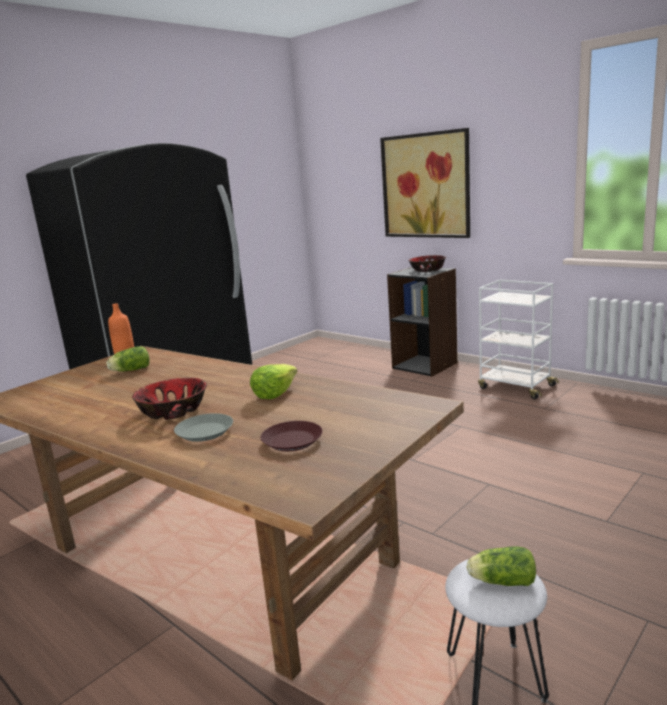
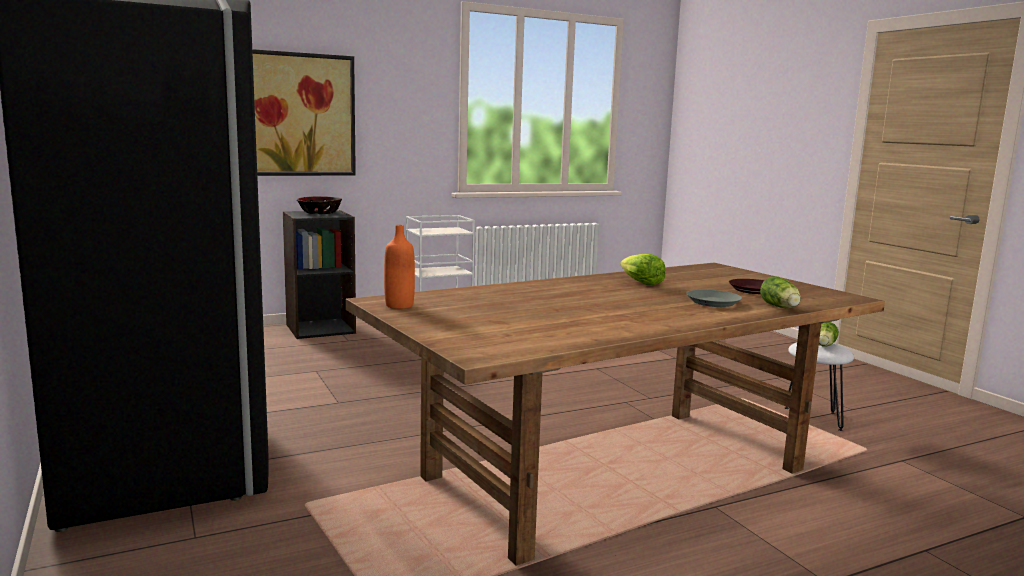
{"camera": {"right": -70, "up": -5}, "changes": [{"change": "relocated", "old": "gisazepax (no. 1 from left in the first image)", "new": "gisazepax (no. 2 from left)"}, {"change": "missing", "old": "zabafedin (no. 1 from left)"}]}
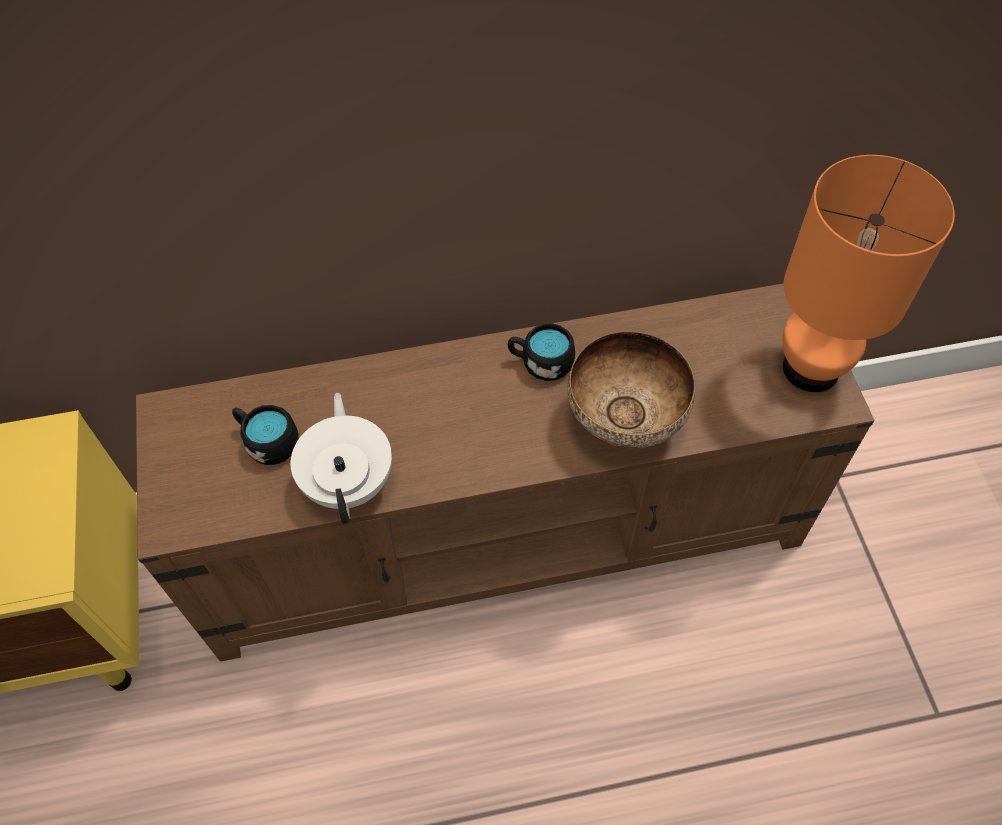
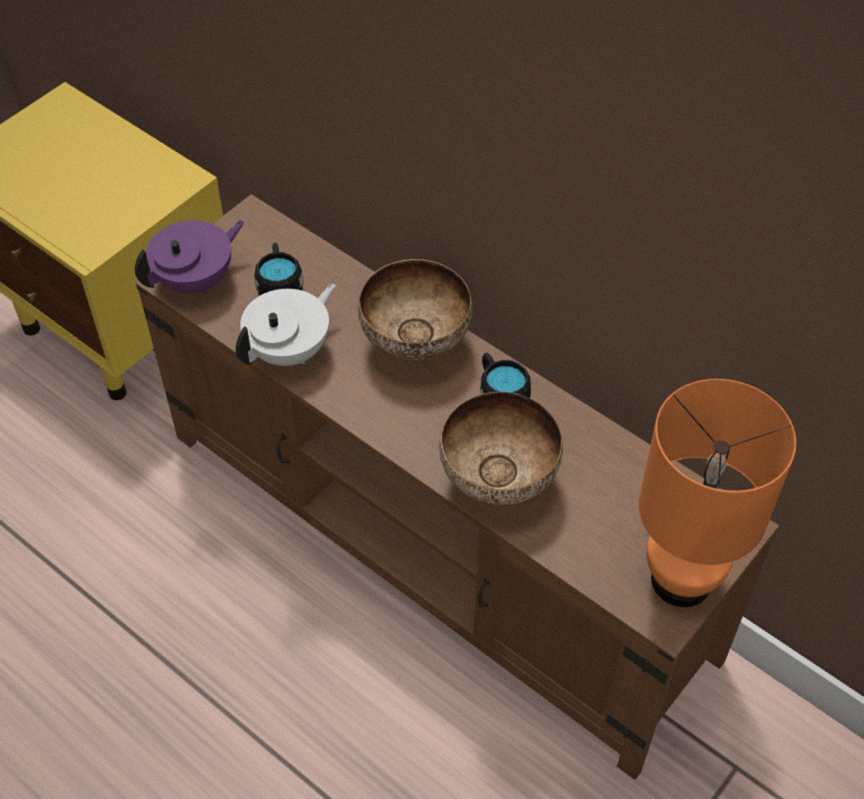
{"camera": {"right": 50, "up": -5}, "changes": [{"change": "appeared", "new": "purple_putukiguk"}, {"change": "appeared", "new": "zabafedin (no. 1 from left)"}]}
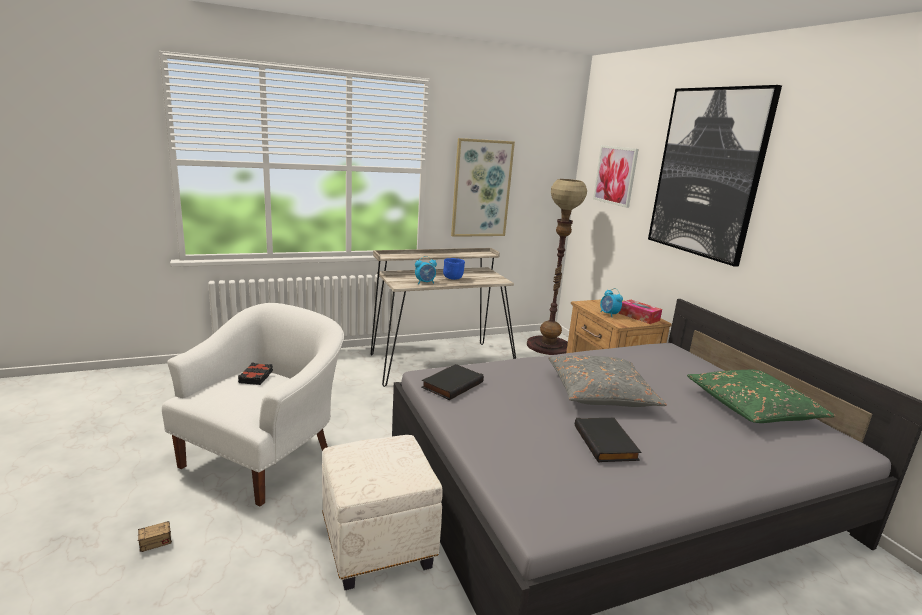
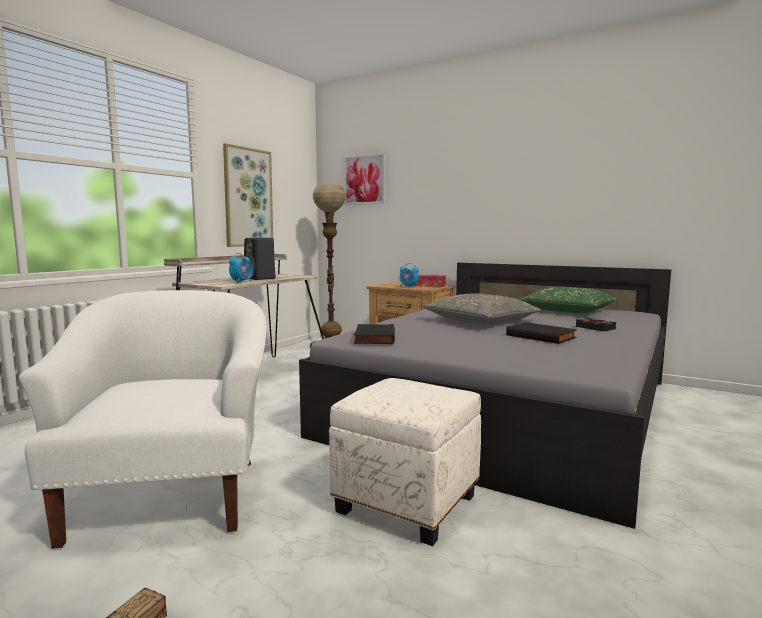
{"camera": {"right": -35, "up": -10}, "changes": [{"change": "exchanged", "old": "blue_zabafedin", "new": "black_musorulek"}, {"change": "relocated", "old": "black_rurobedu (no. 1 from left in the first image)", "new": "black_rurobedu (no. 3 from left)"}, {"change": "missing", "old": "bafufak (no. 3 from left)"}]}
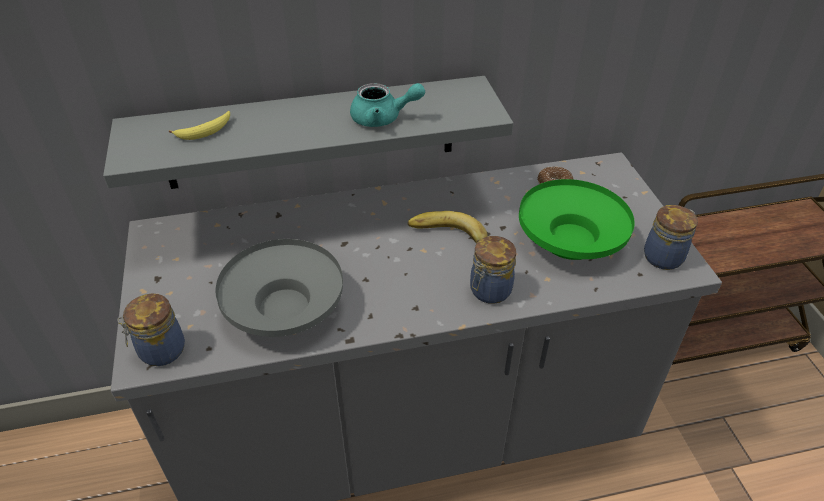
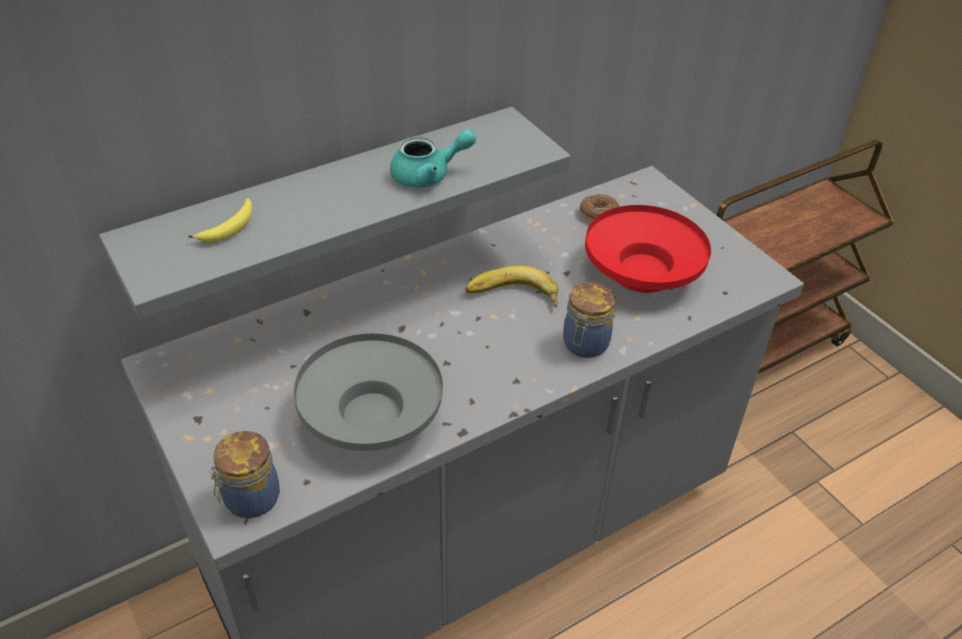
{"camera": {"right": -20, "up": 0}, "changes": [{"change": "colour", "old": "green_zabafedin", "new": "red_zabafedin"}, {"change": "missing", "old": "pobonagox (no. 3 from left)"}]}
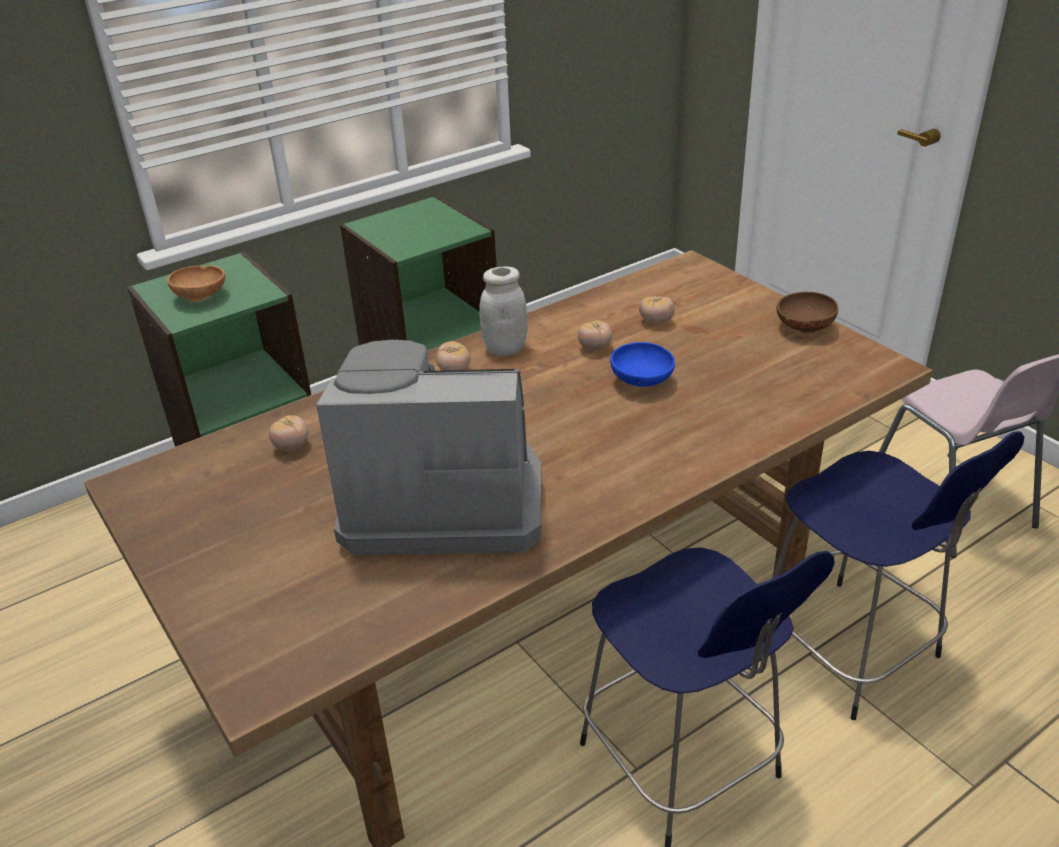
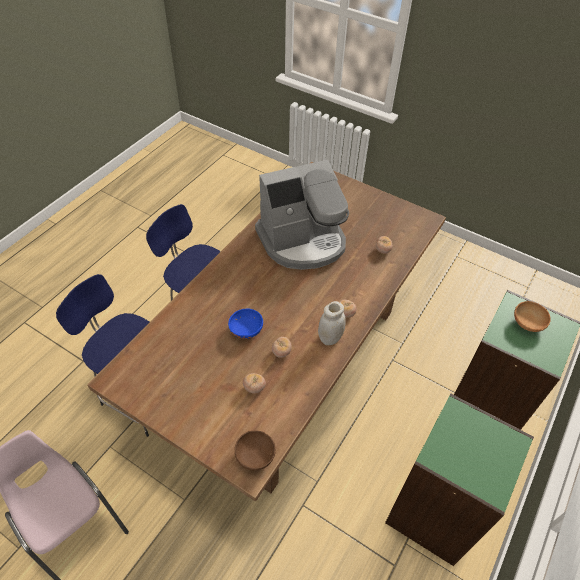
{"camera": {"right": 155, "up": 15}, "changes": [{"change": "relocated", "old": "brown_zabafedin (no. 2 from left in the first image)", "new": "brown_zabafedin (no. 1 from left)"}]}
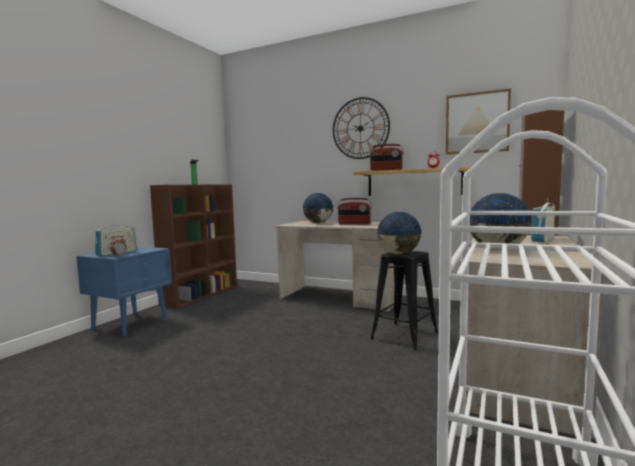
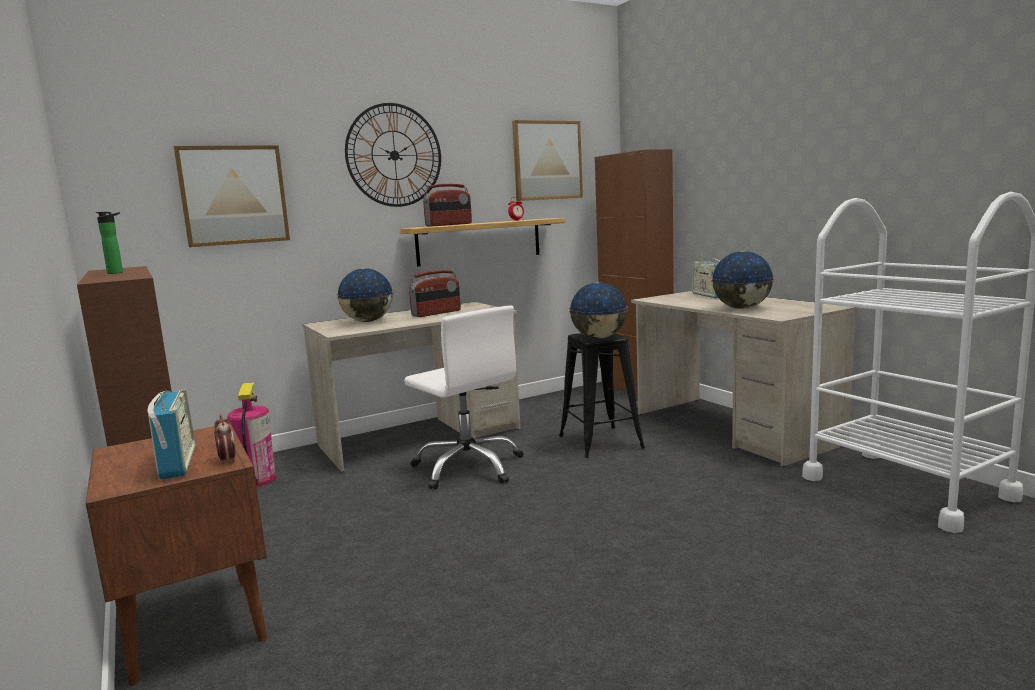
{"camera": {"right": -55, "up": 5}, "changes": [{"change": "colour", "old": "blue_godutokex", "new": "brown_godutokex"}, {"change": "appeared", "new": "bafufak (no. 1 from left)"}, {"change": "appeared", "new": "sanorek"}, {"change": "appeared", "new": "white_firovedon"}]}
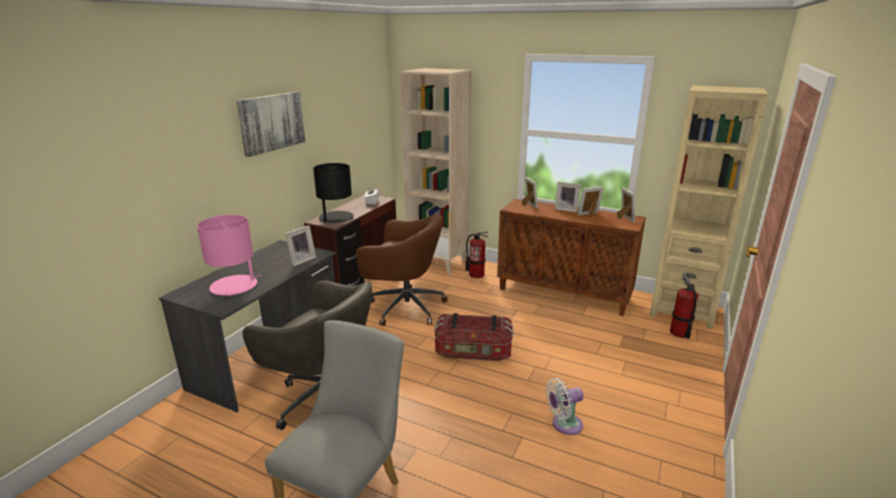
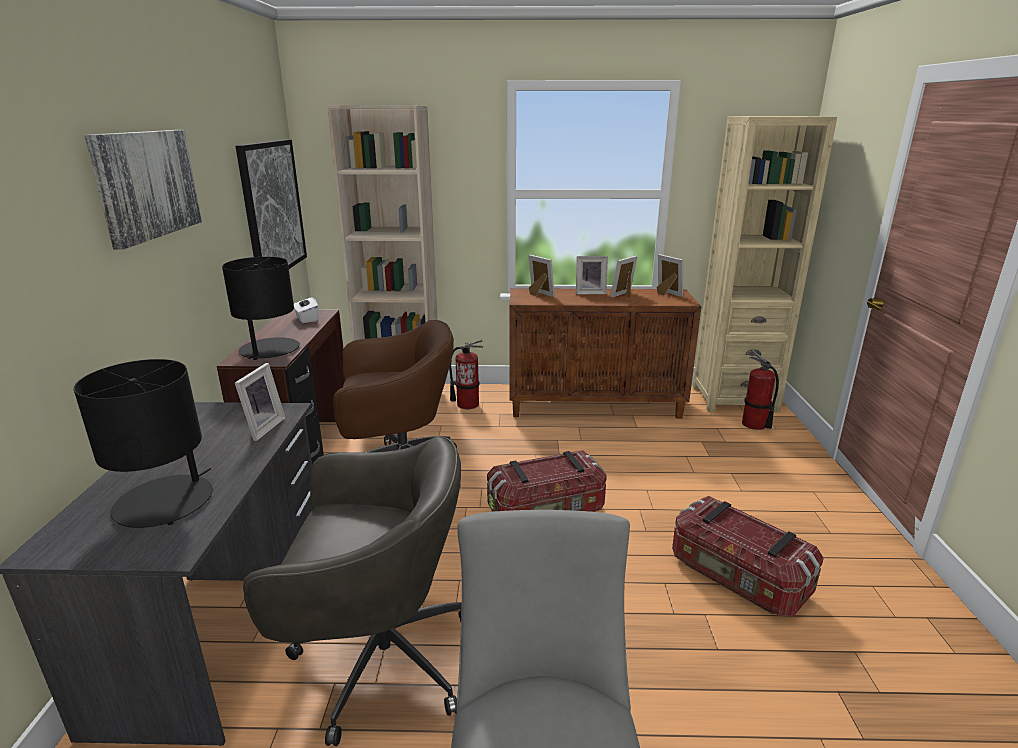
{"camera": {"right": -25, "up": 0}, "changes": [{"change": "colour", "old": "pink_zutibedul", "new": "black_zutibedul (no. 1 from left)"}, {"change": "appeared", "new": "bafufak (no. 2 from left)"}, {"change": "exchanged", "old": "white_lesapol", "new": "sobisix (no. 2 from left)"}]}
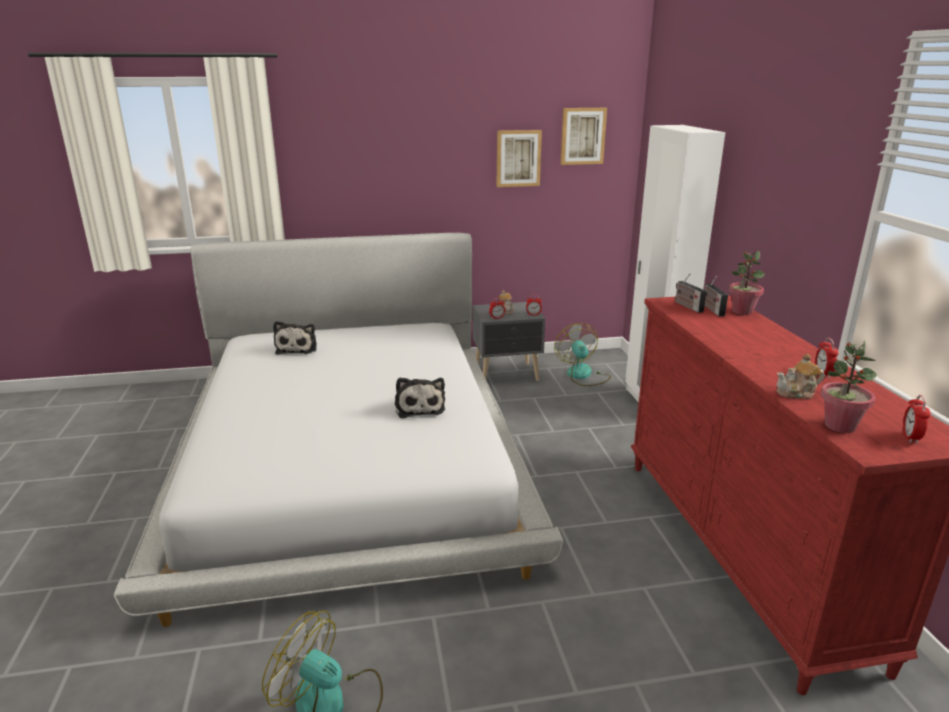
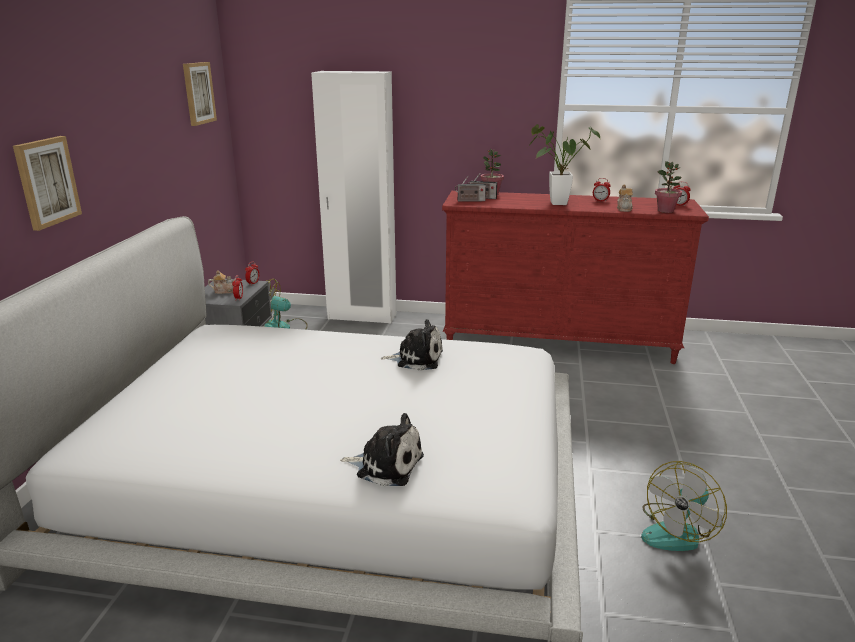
{"camera": {"right": -70, "up": 0}, "changes": [{"change": "relocated", "old": "bafufak (no. 1 from left)"}, {"change": "relocated", "old": "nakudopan (no. 1 from left)"}, {"change": "appeared", "new": "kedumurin (no. 2 from left)"}]}
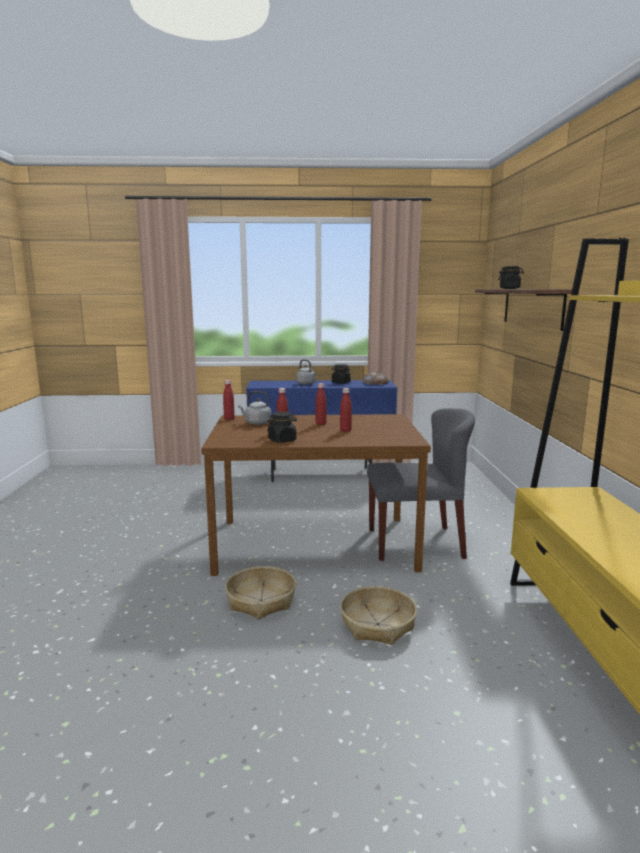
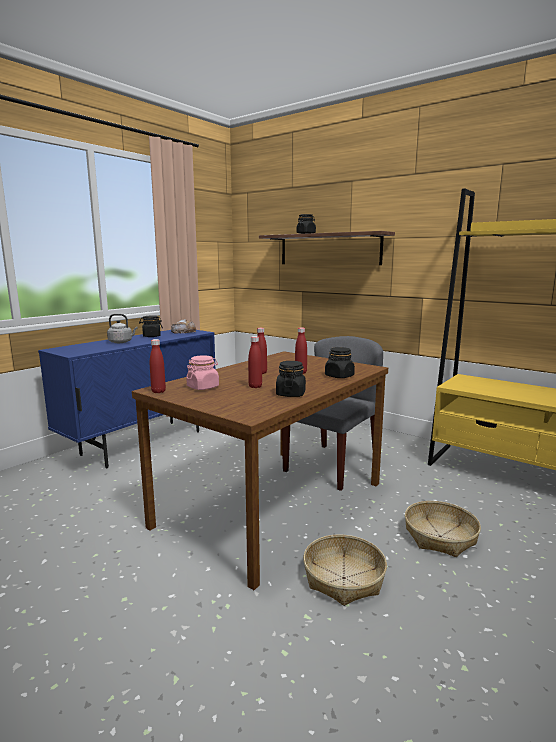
{"camera": {"right": -50, "up": 0}, "changes": [{"change": "exchanged", "old": "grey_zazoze (no. 1 from left)", "new": "pink_pobonagox"}, {"change": "appeared", "new": "black_pobonagox (no. 4 from left)"}]}
